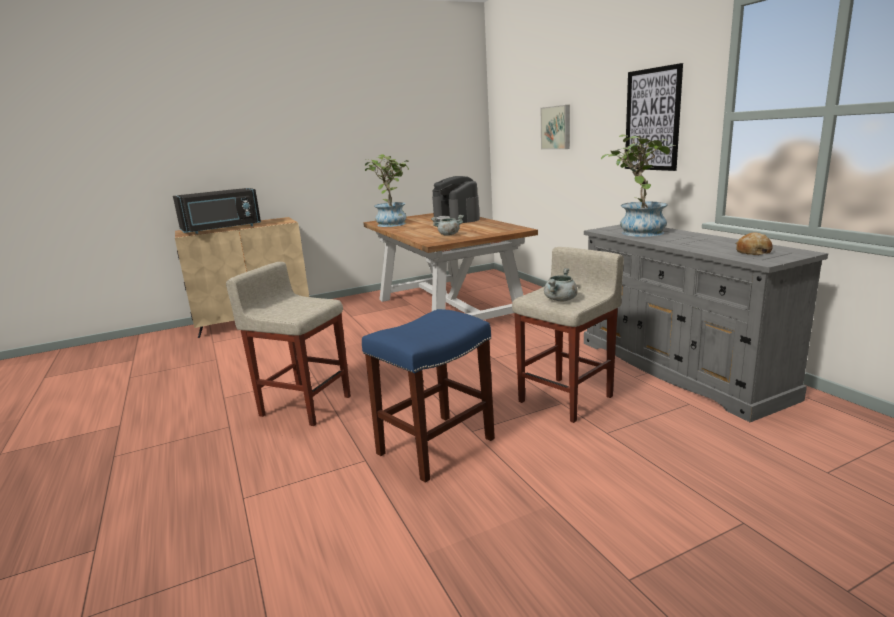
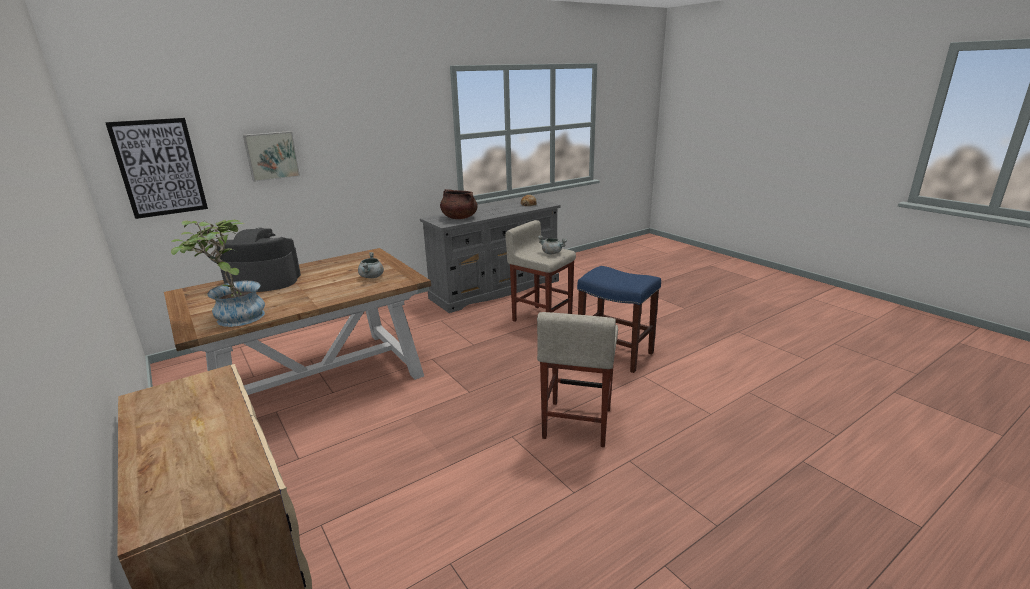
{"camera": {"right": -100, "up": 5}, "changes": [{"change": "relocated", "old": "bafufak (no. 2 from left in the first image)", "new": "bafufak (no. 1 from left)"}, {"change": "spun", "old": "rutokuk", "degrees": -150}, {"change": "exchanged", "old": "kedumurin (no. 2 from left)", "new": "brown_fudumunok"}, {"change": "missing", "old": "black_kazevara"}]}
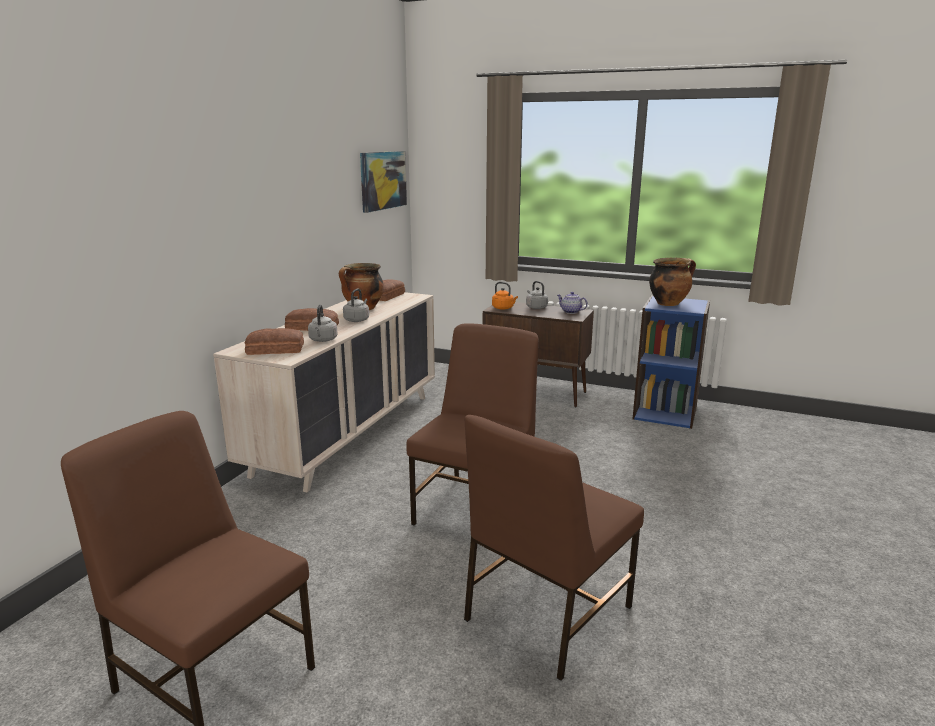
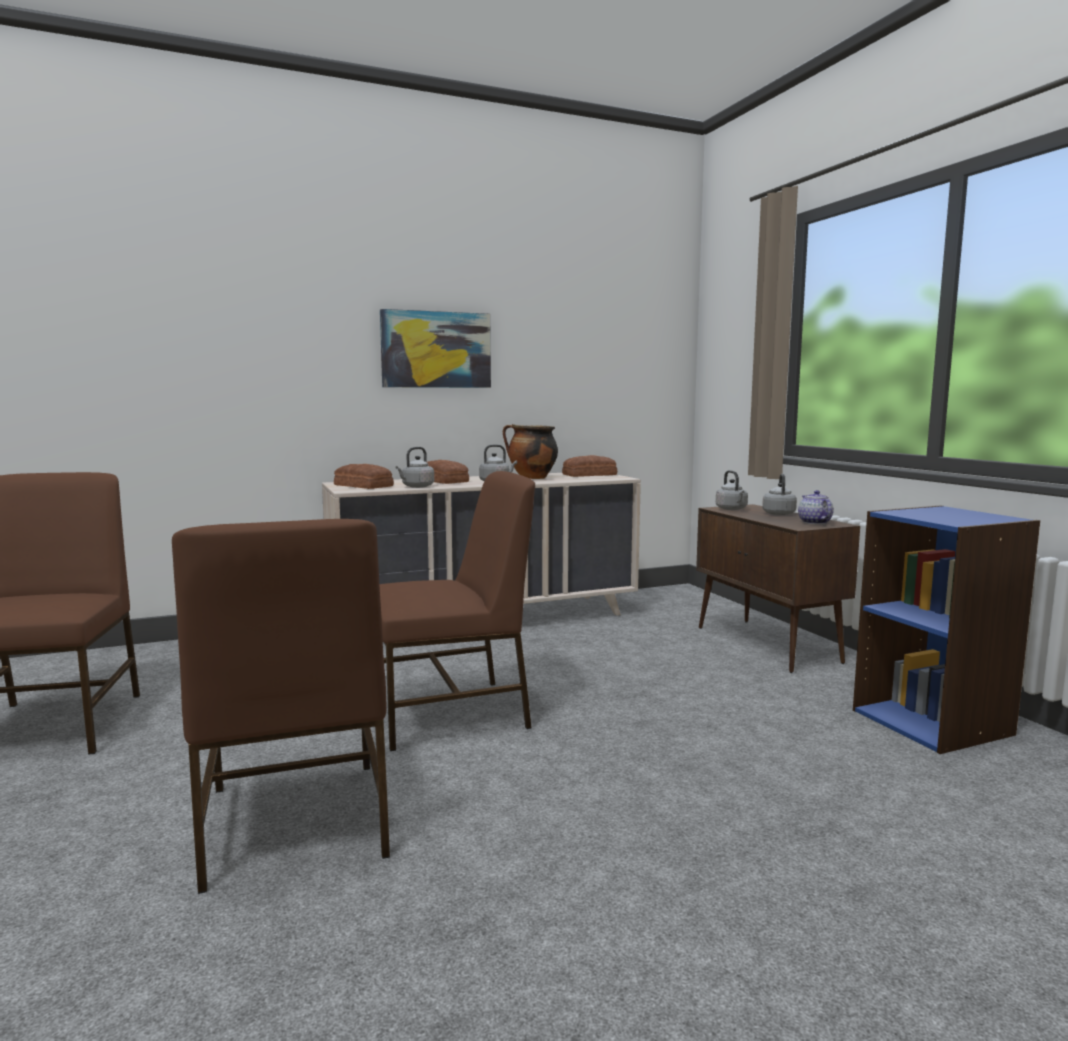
{"camera": {"right": 45, "up": -10}, "changes": [{"change": "spun", "old": "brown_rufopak (no. 3 from left in the first image)", "degrees": -105}, {"change": "relocated", "old": "bafufak"}, {"change": "colour", "old": "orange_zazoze", "new": "grey_zazoze (no. 3 from left)"}, {"change": "missing", "old": "fudumunok (no. 2 from left)"}]}
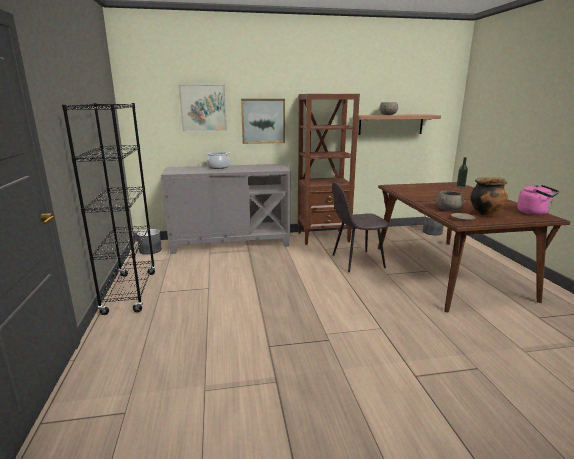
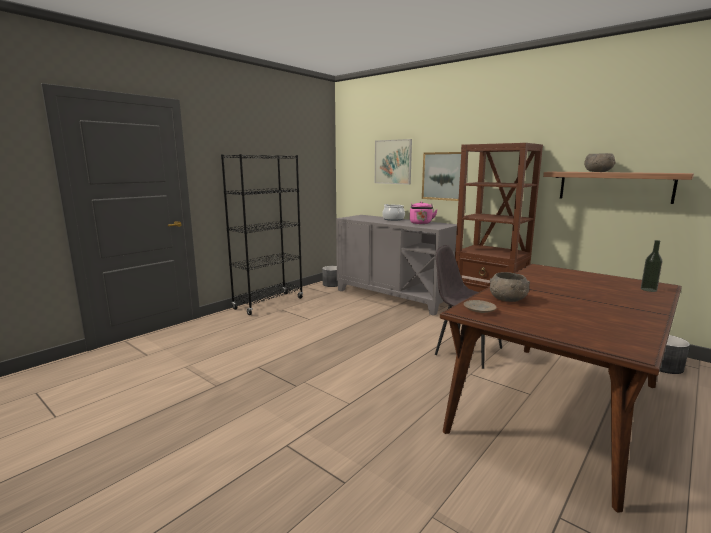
{"camera": {"right": 50, "up": -5}, "changes": [{"change": "relocated", "old": "pink_zazoze"}, {"change": "missing", "old": "fudumunok (no. 2 from left)"}]}
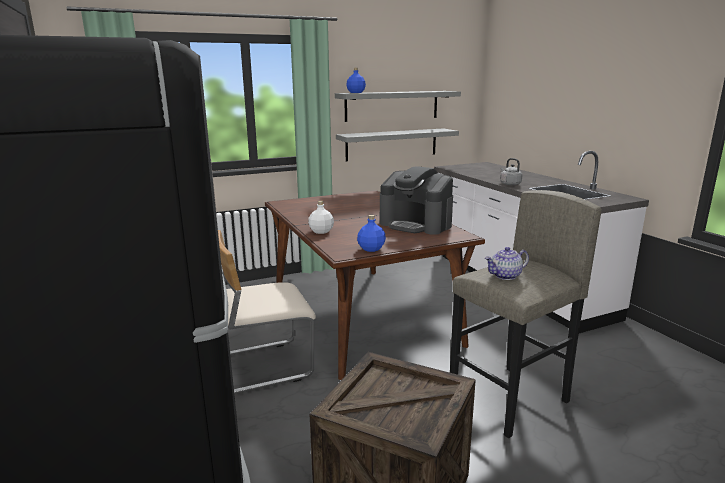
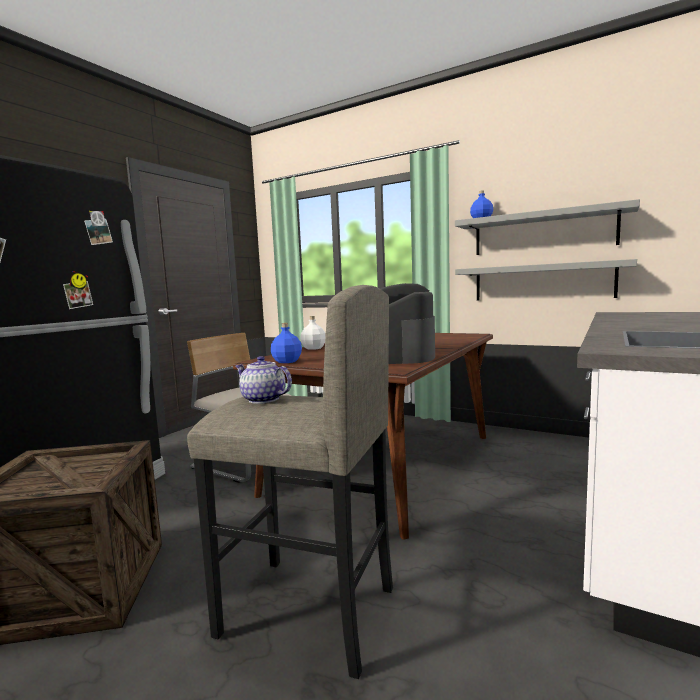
{"camera": {"right": 55, "up": -10}, "changes": [{"change": "missing", "old": "grey_zazoze"}]}
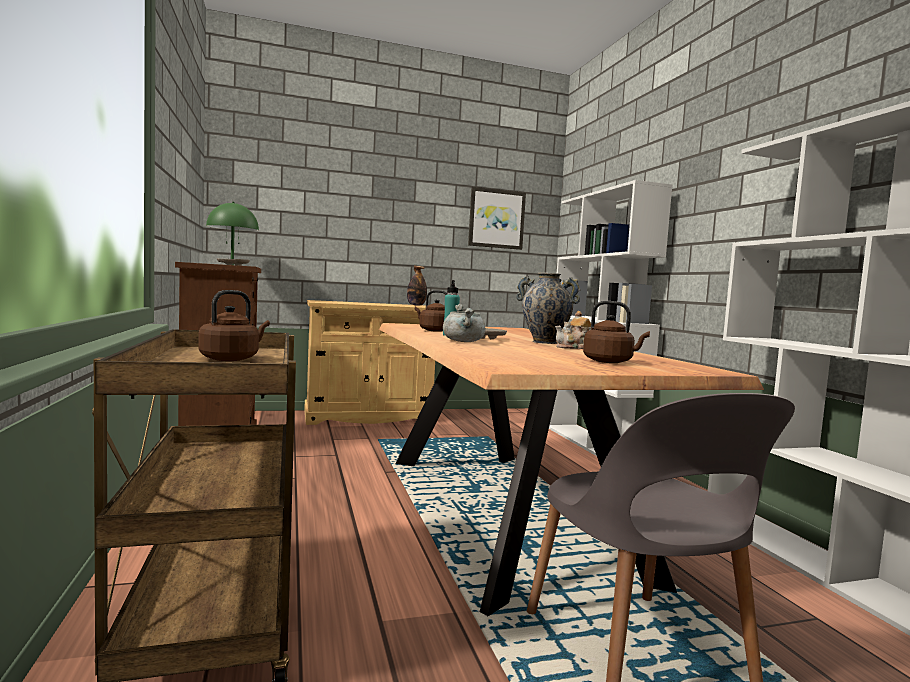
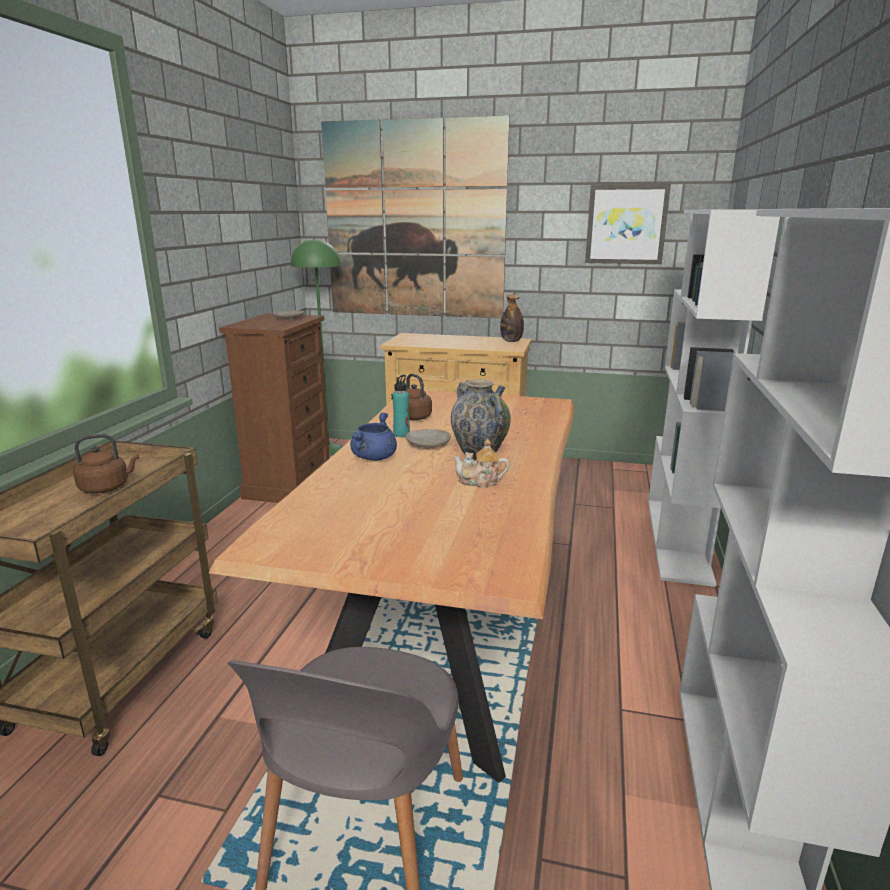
{"camera": {"right": 30, "up": 15}, "changes": [{"change": "appeared", "new": "bafufak (no. 1 from left)"}, {"change": "colour", "old": "grey_fudumunok", "new": "blue_fudumunok"}, {"change": "missing", "old": "brown_zazoze (no. 3 from left)"}]}
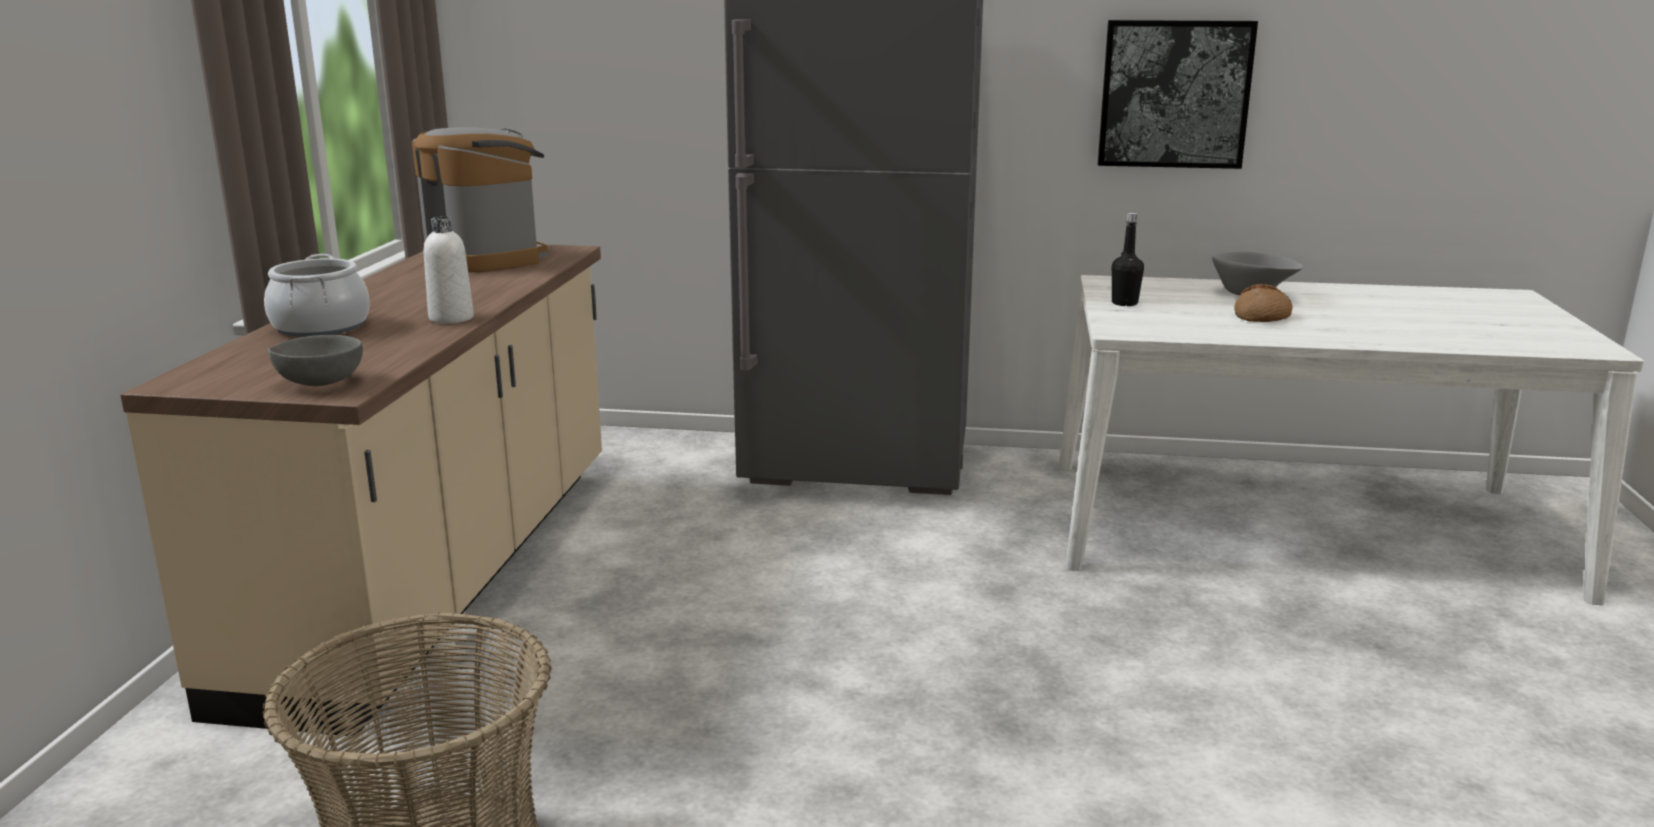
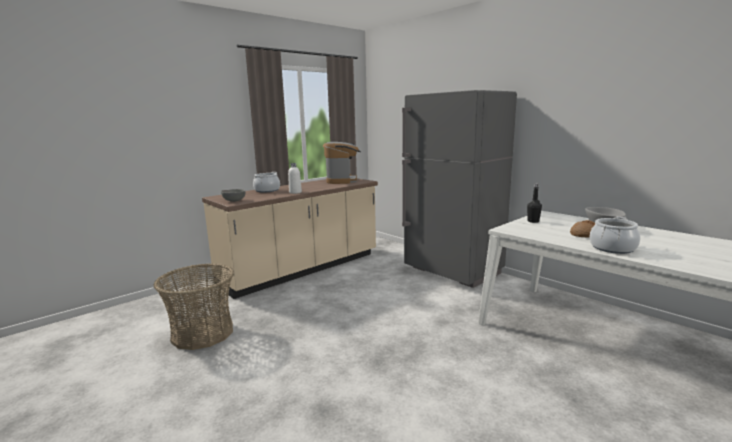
{"camera": {"right": 40, "up": -5}, "changes": [{"change": "appeared", "new": "fudumunok (no. 2 from left)"}, {"change": "missing", "old": "bafufak"}]}
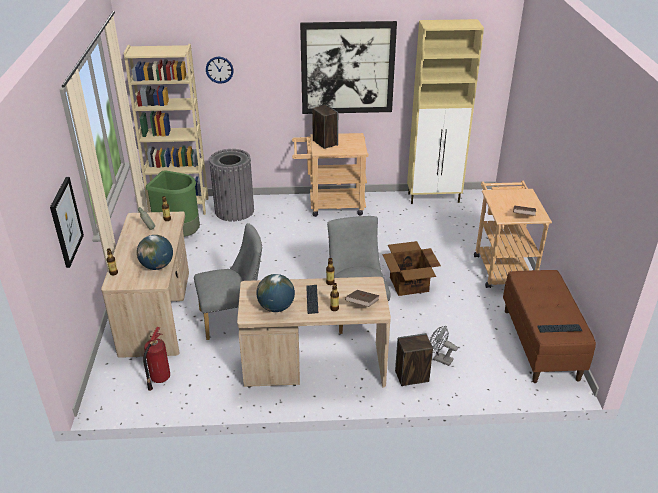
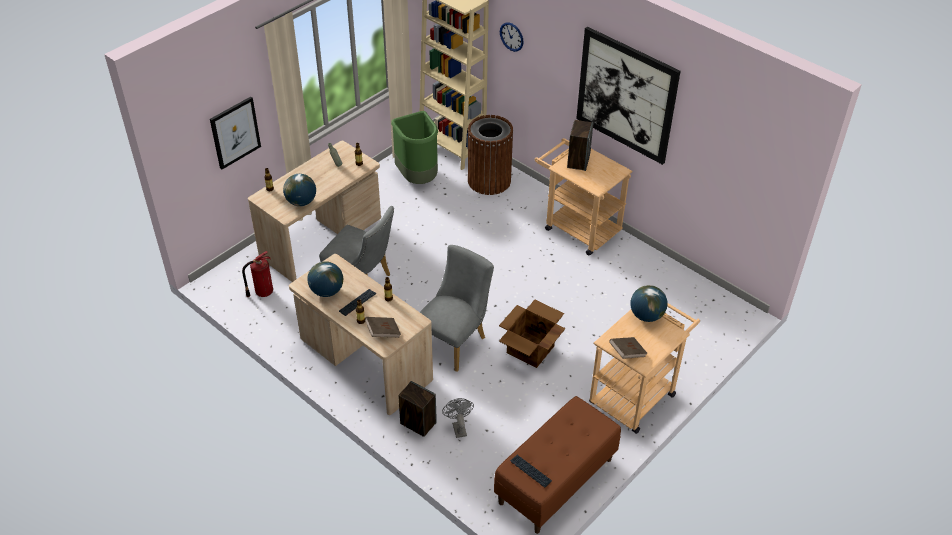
{"camera": {"right": 45, "up": 10}, "changes": [{"change": "colour", "old": "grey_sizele", "new": "brown_sizele"}, {"change": "appeared", "new": "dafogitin (no. 3 from left)"}, {"change": "missing", "old": "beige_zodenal"}]}
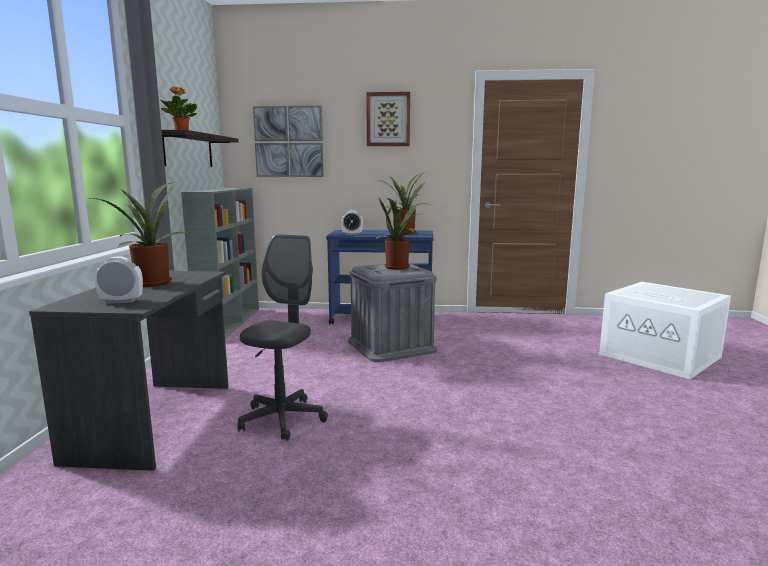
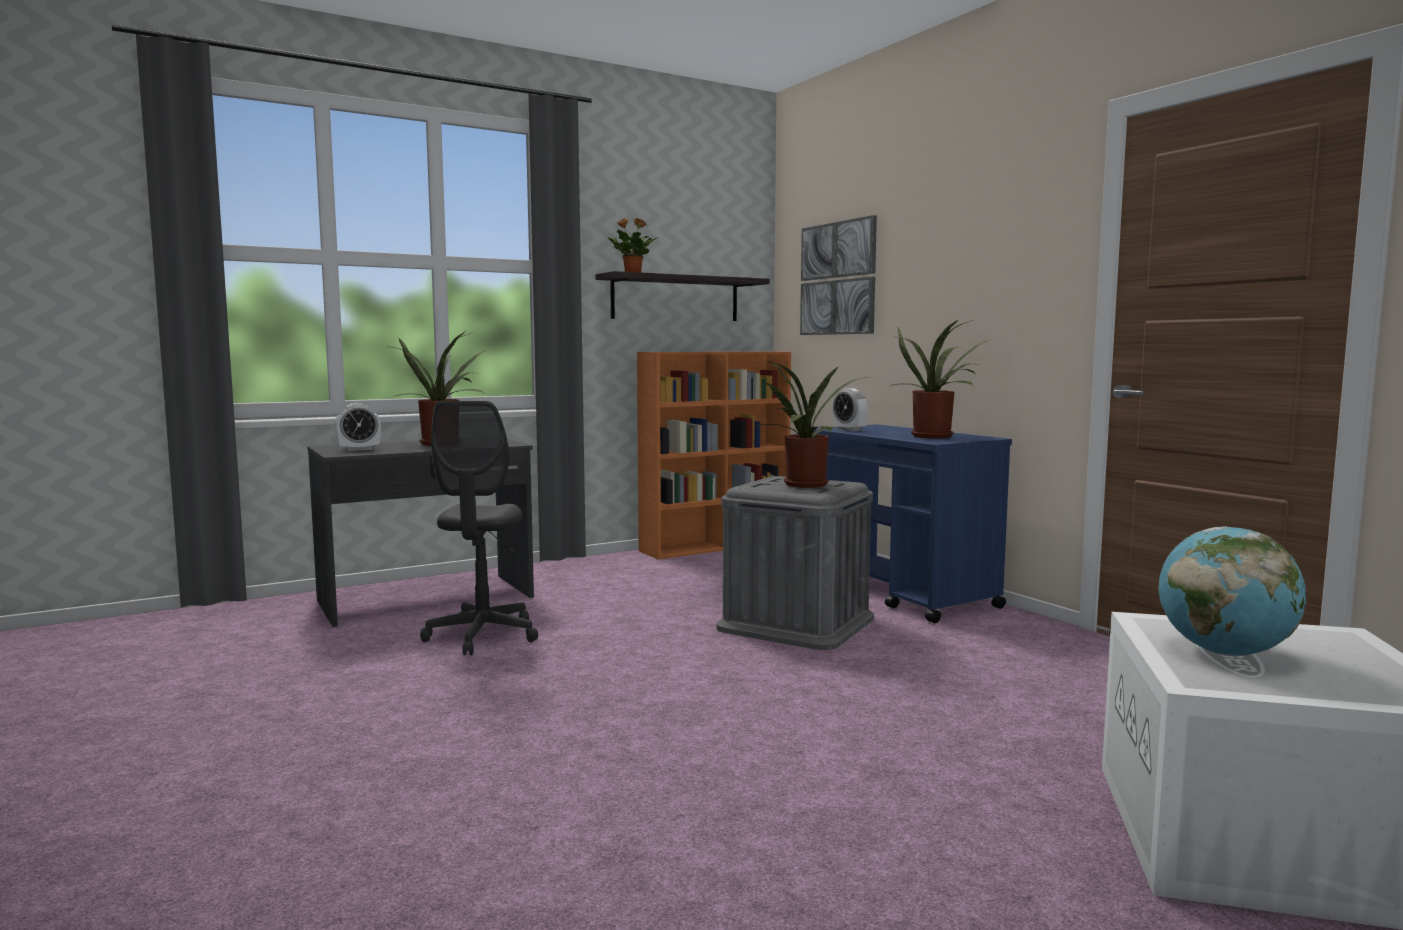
{"camera": {"right": 55, "up": -5}, "changes": [{"change": "spun", "old": "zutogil (no. 1 from left)", "degrees": 105}, {"change": "spun", "old": "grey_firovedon", "degrees": 105}, {"change": "colour", "old": "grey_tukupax", "new": "orange_tukupax"}, {"change": "appeared", "new": "dafogitin"}, {"change": "missing", "old": "bafufak (no. 2 from left)"}]}
